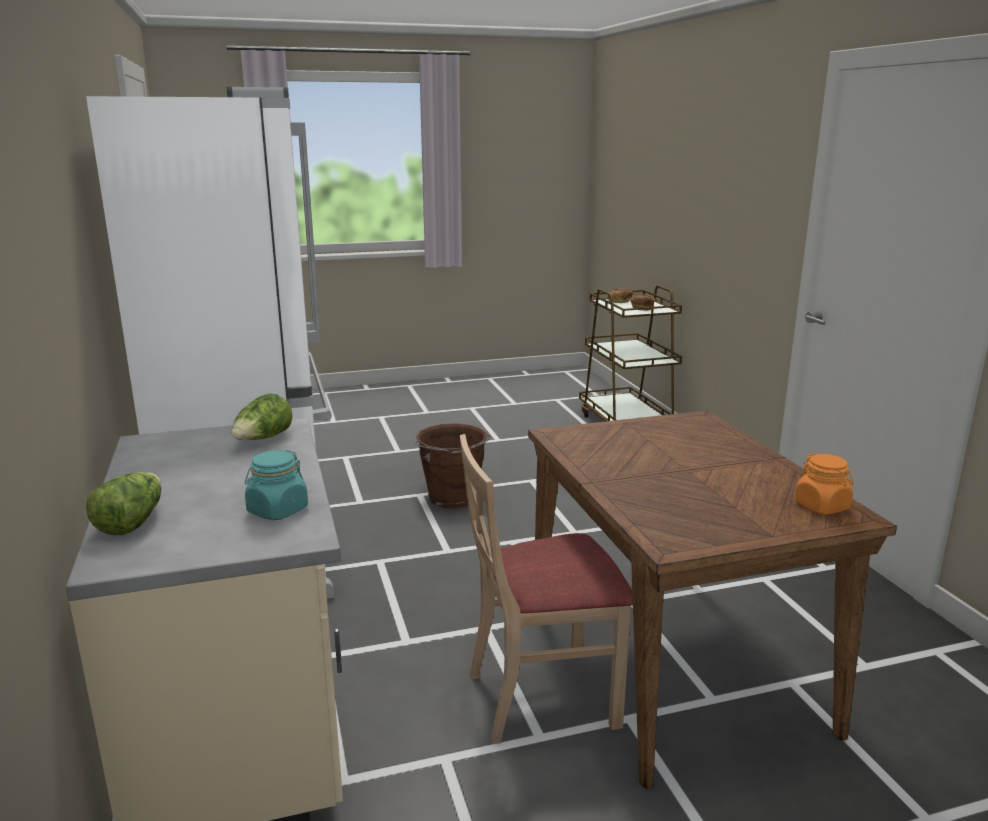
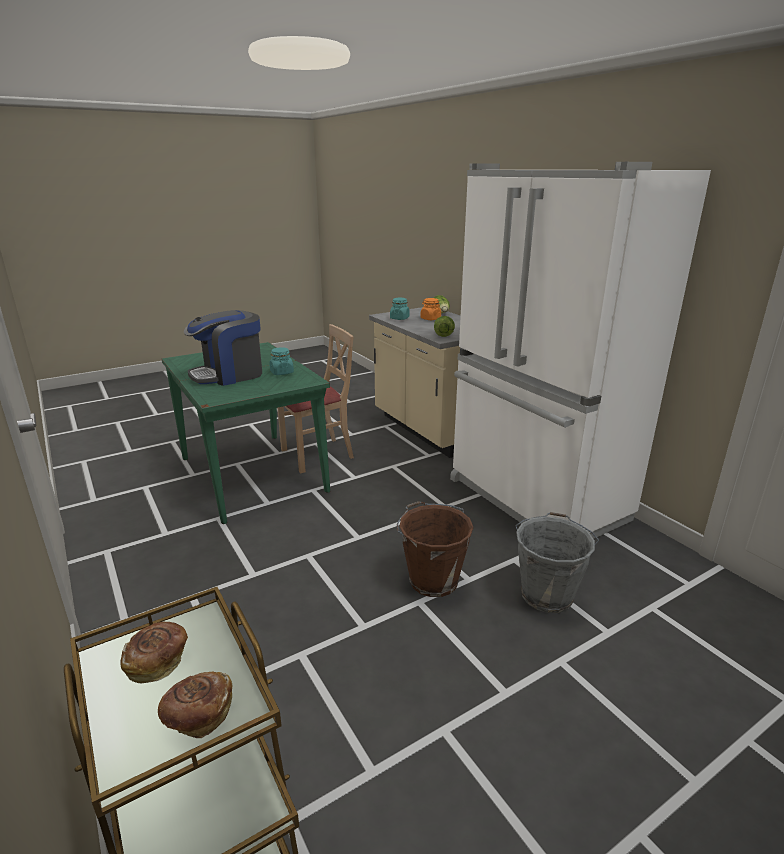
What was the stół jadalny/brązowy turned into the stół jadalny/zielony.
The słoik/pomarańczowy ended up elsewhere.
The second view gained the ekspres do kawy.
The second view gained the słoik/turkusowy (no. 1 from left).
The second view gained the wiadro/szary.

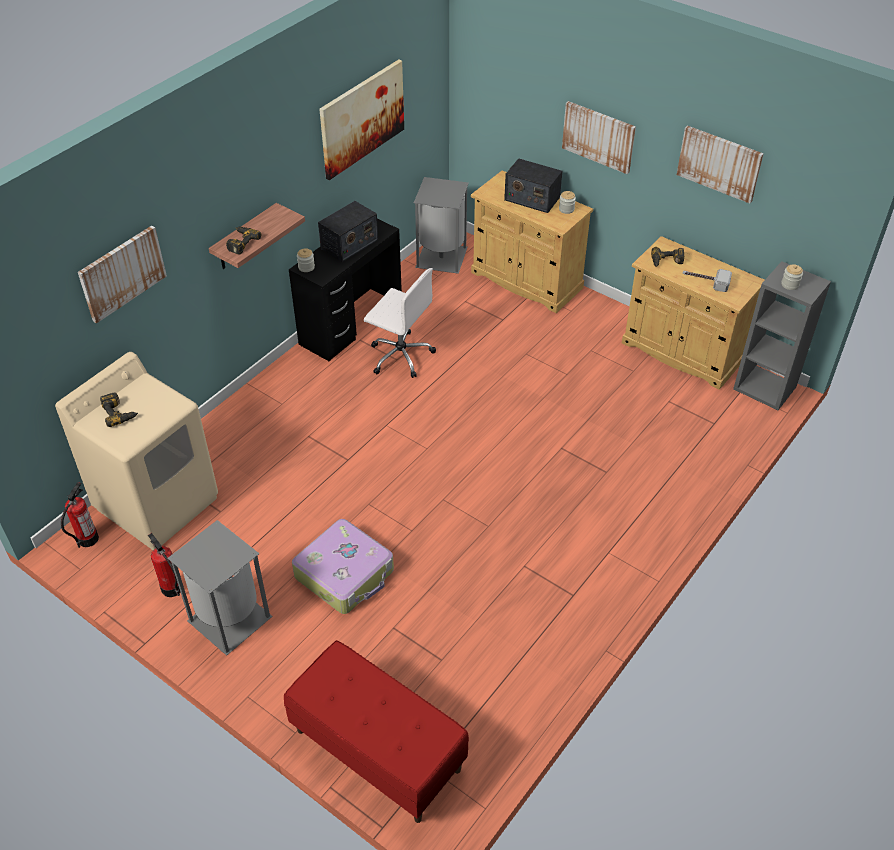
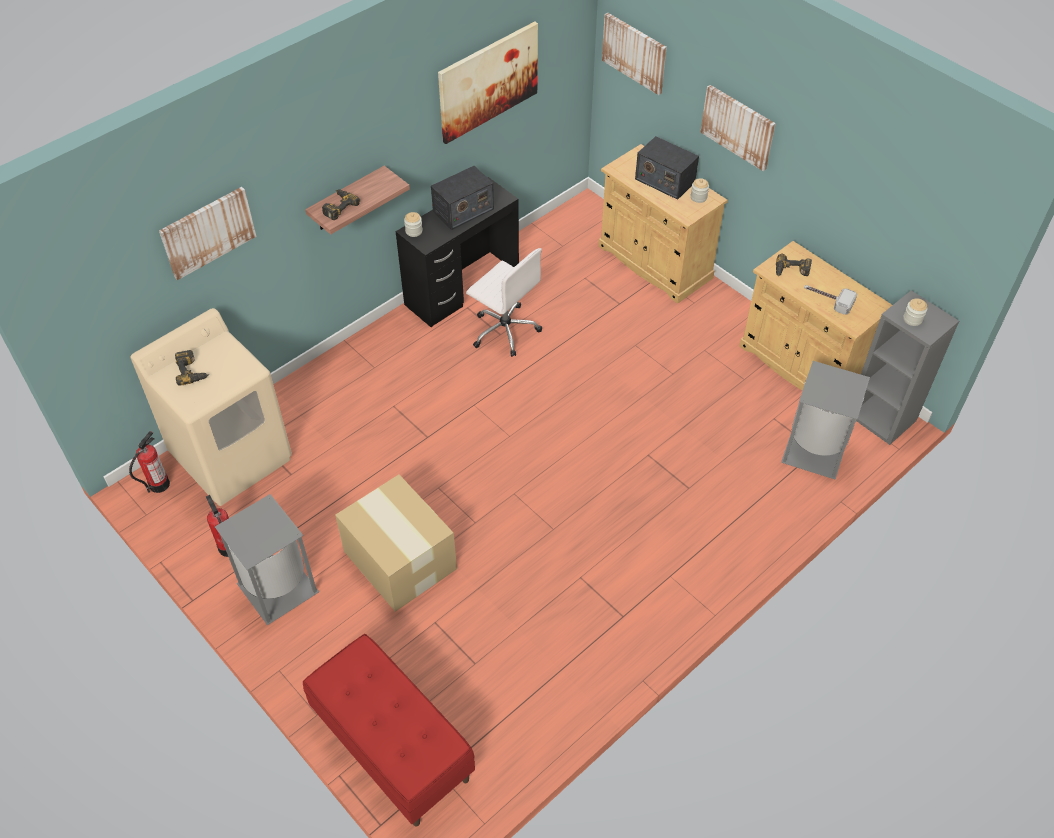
Where the walizka stood, the karton came to stand.
The kosz na śmieci/szary (no. 2 from left) ended up elsewhere.
The obraz (no. 4 from left in the first image) ended up elsewhere.

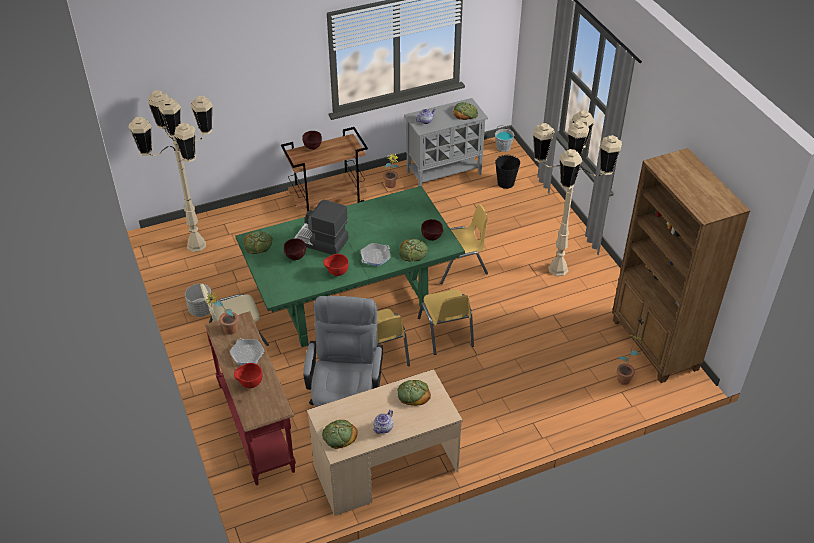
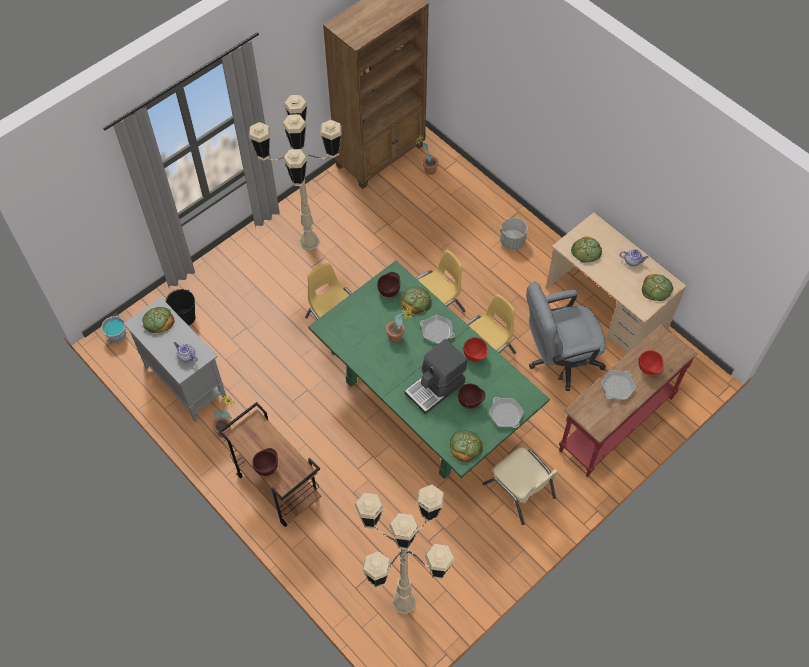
The donica/szary ended up elsewhere.
The roślina doniczkowa (no. 1 from left in the first image) ended up elsewhere.
The ekspres do kawy ended up facing another way, 45 degrees clockwise from before.
The second view gained the patelnia (no. 2 from left).

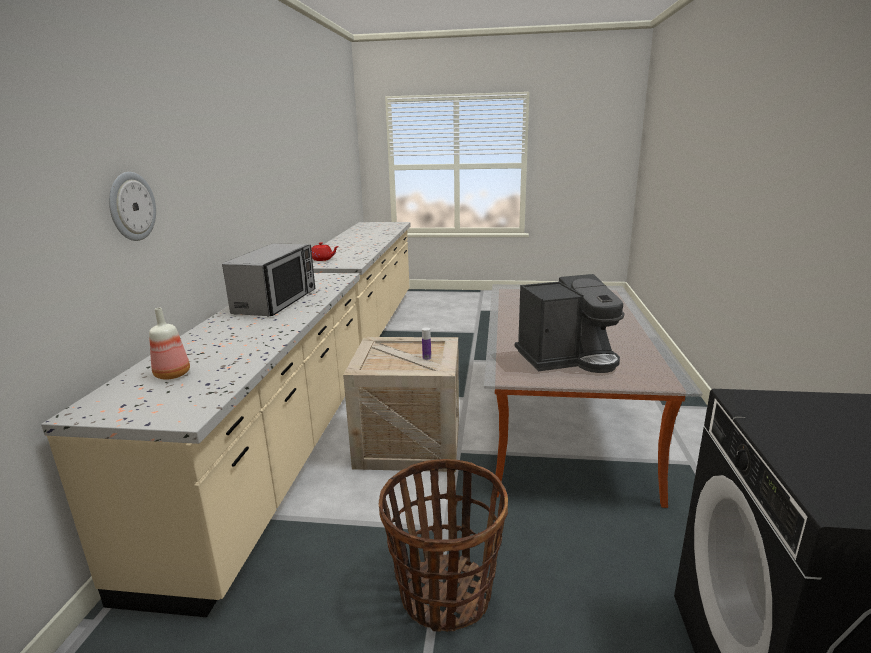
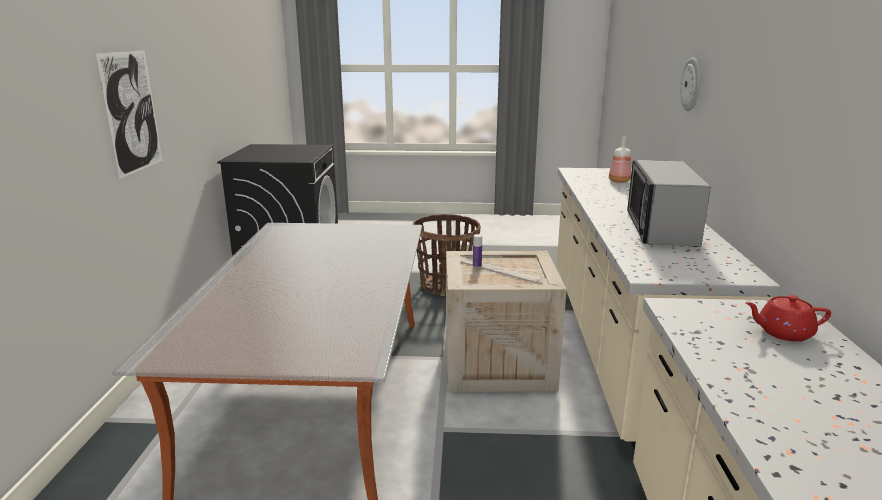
The second view lost the ekspres do kawy.
The second view gained the obraz.

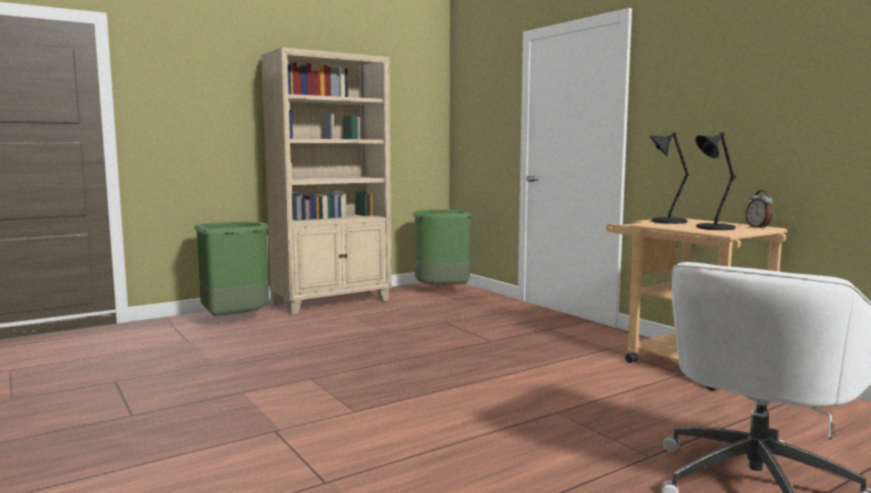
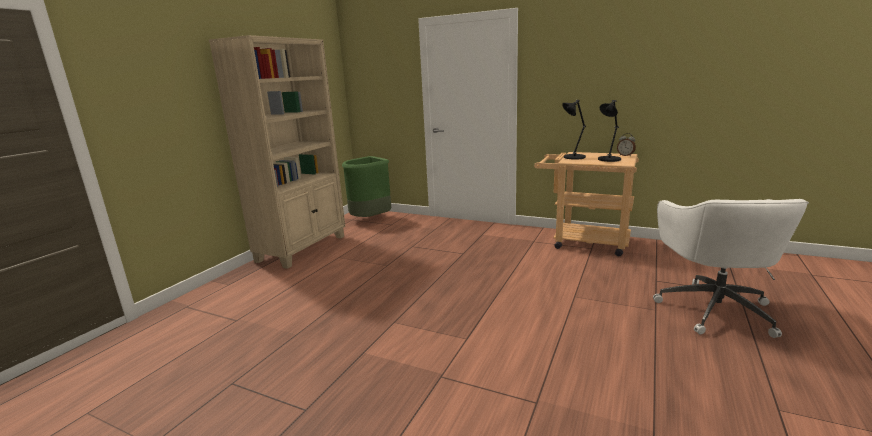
The second view lost the kosz na śmieci/zielony (no. 1 from left).

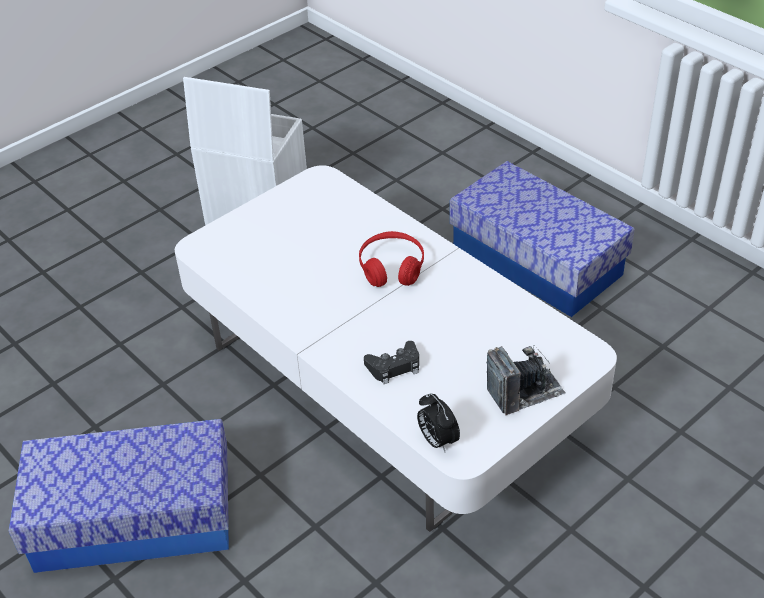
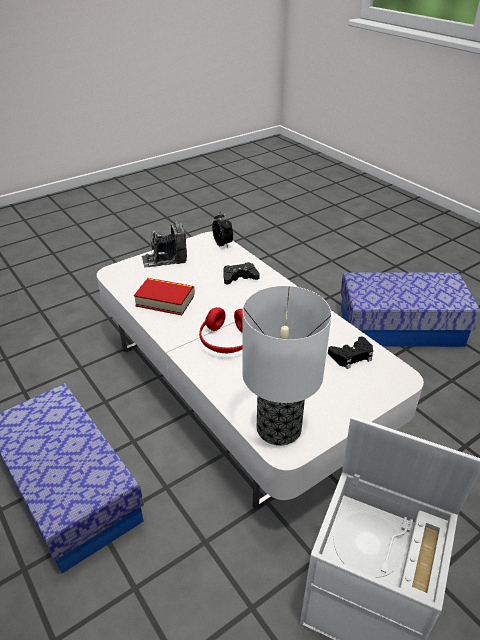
The second view gained the książka.
The second view gained the lampa stołowa.
The second view gained the pad do gier/czarny (no. 2 from left).

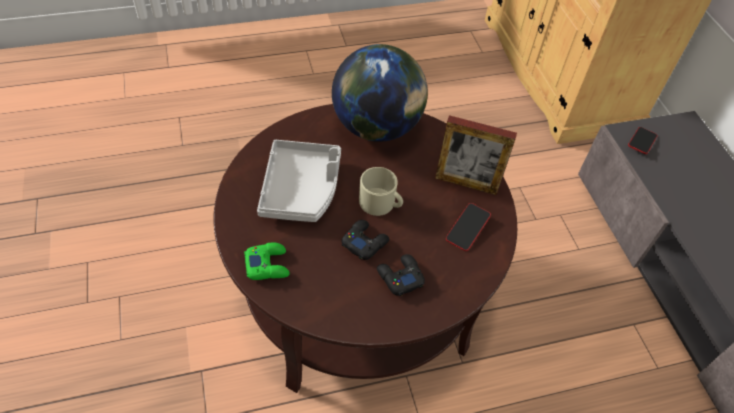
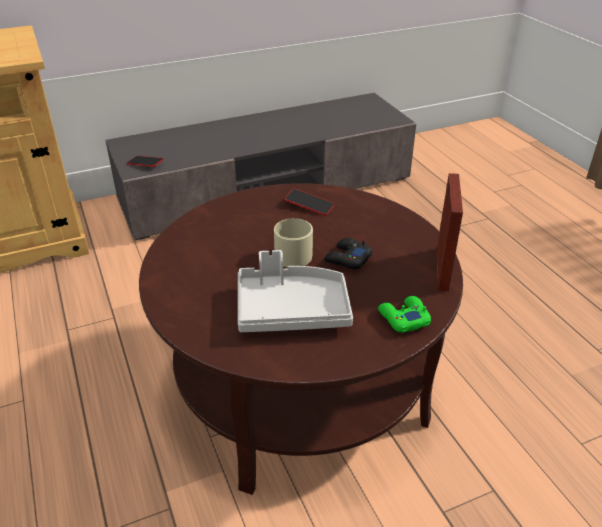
The second view lost the globus.
The second view lost the pad do gier/czarny (no. 2 from left).
The ramka na zdjęcie ended up elsewhere.

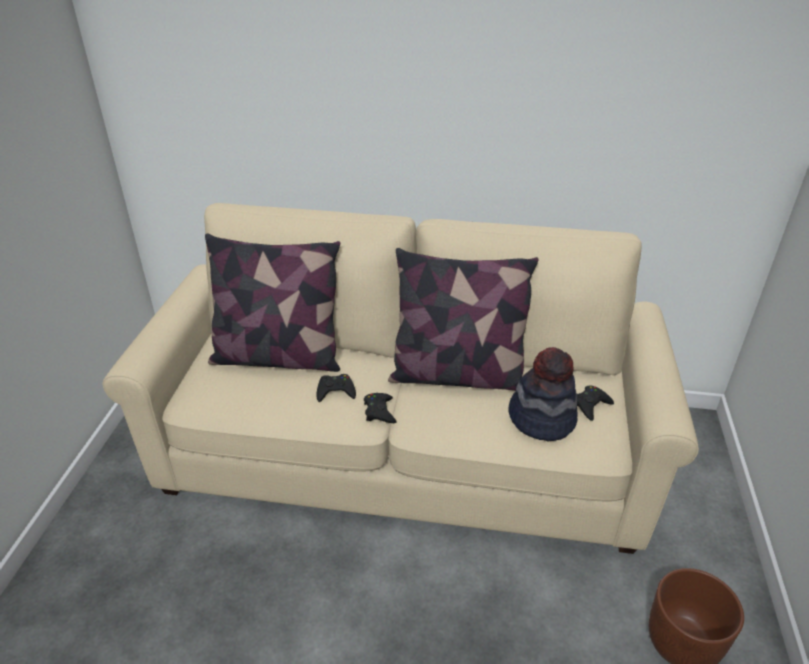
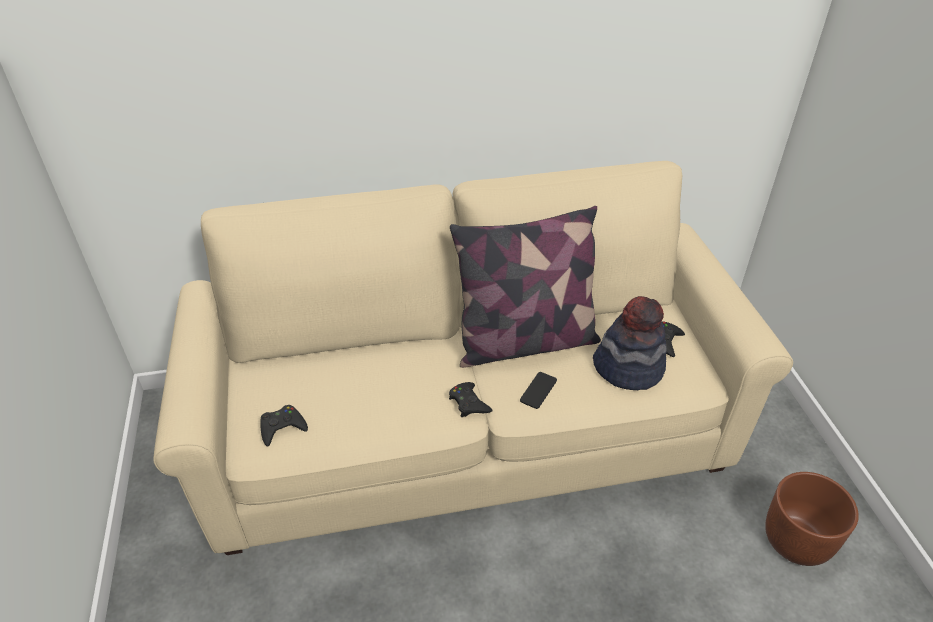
The second view lost the poduszka (no. 1 from left).
The pad do gier/czarny (no. 1 from left) ended up elsewhere.
The second view gained the telefon.

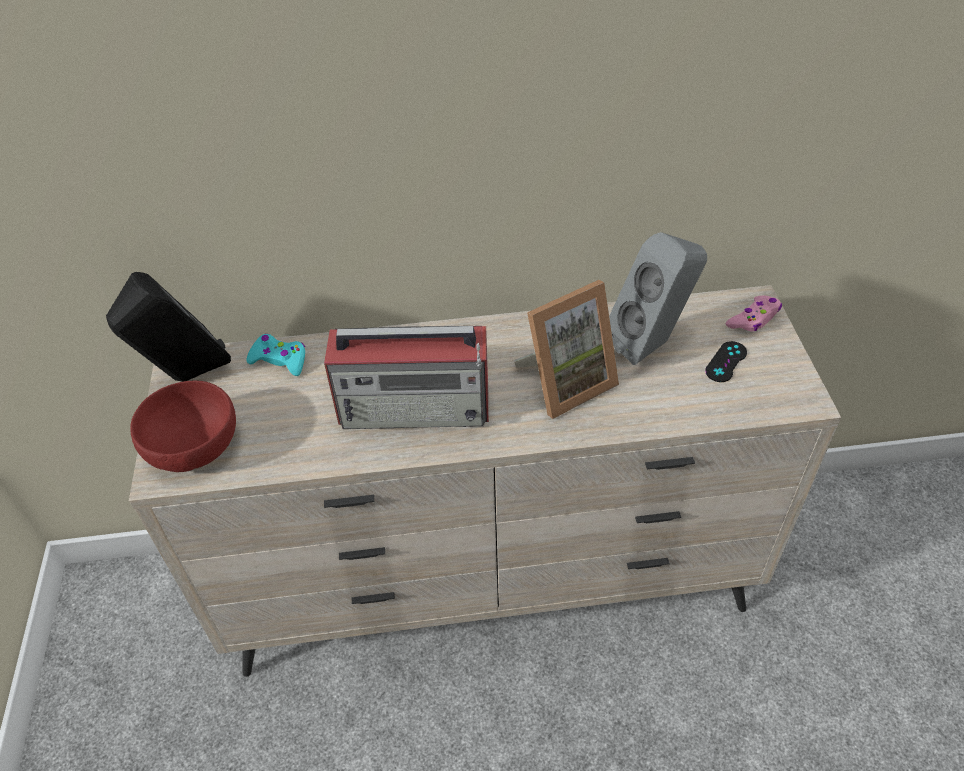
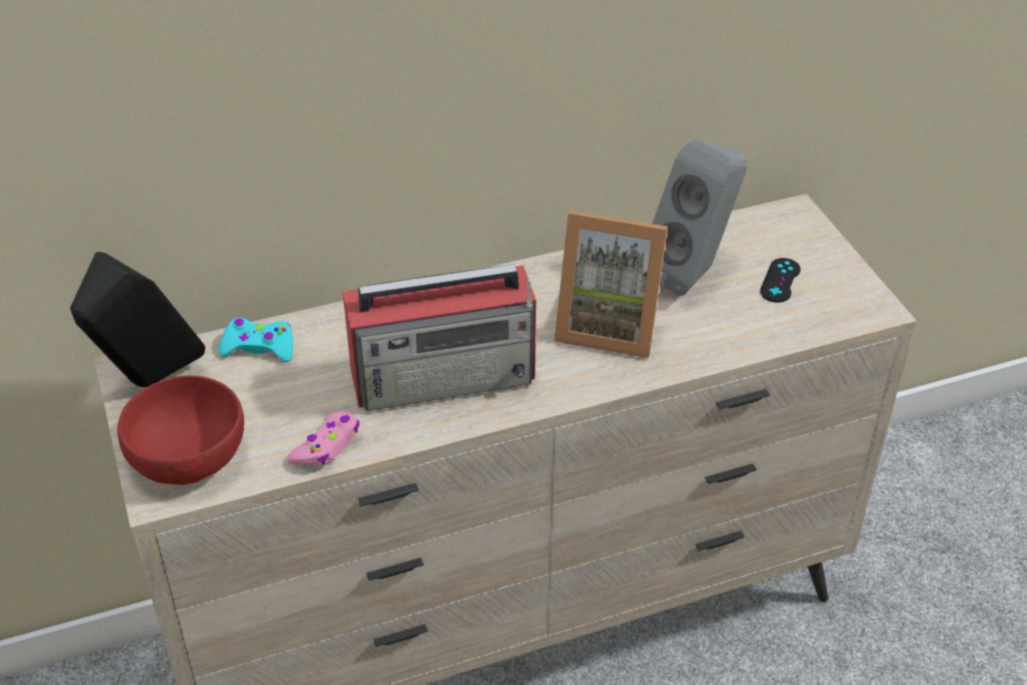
The ramka na zdjęcie ended up facing another way, 60 degrees clockwise from before.
The pad do gier/różowy ended up elsewhere.

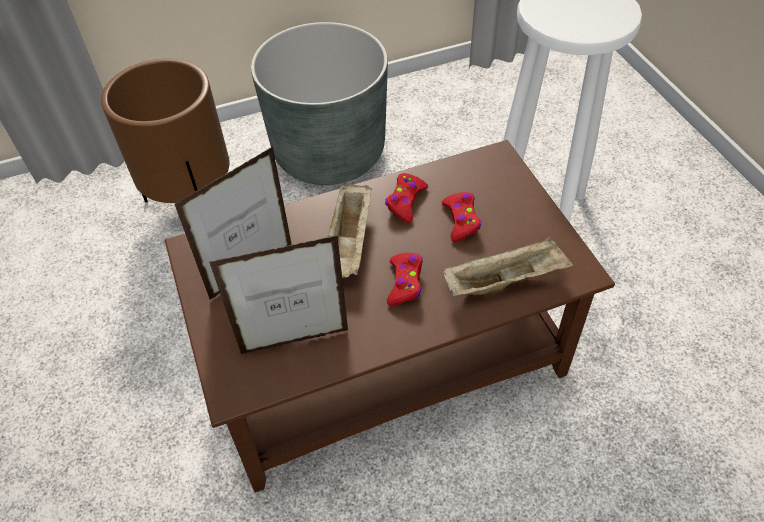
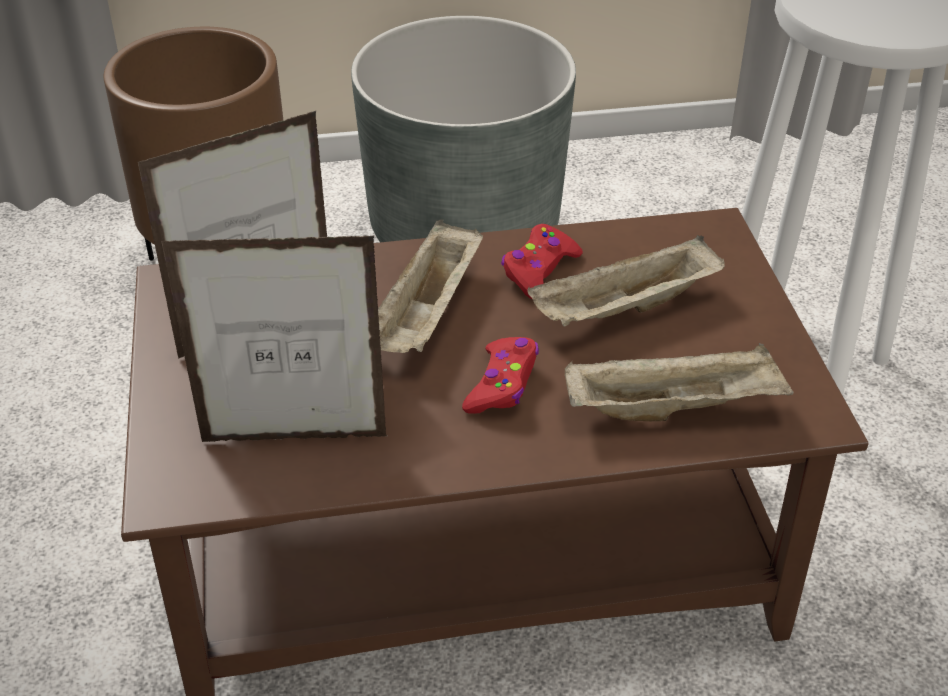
Where the pad do gier/czerwony (no. 3 from left) stood, the taca/beżowy (no. 2 from left) came to stand.

